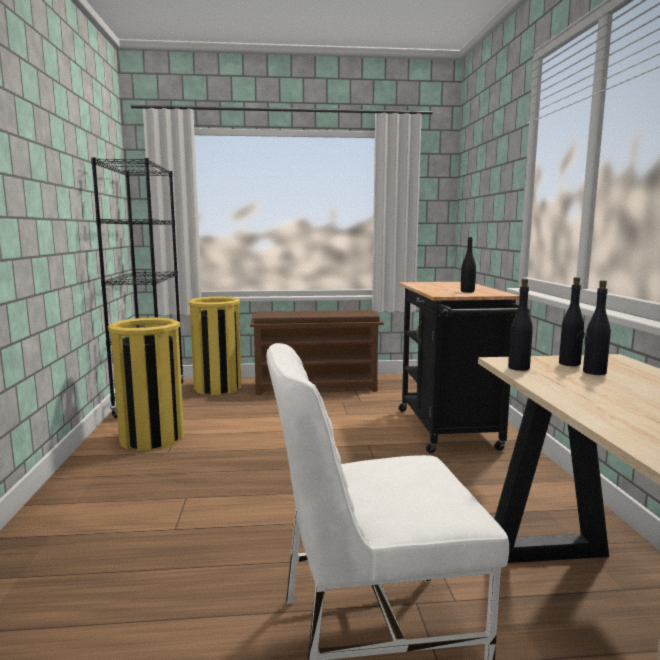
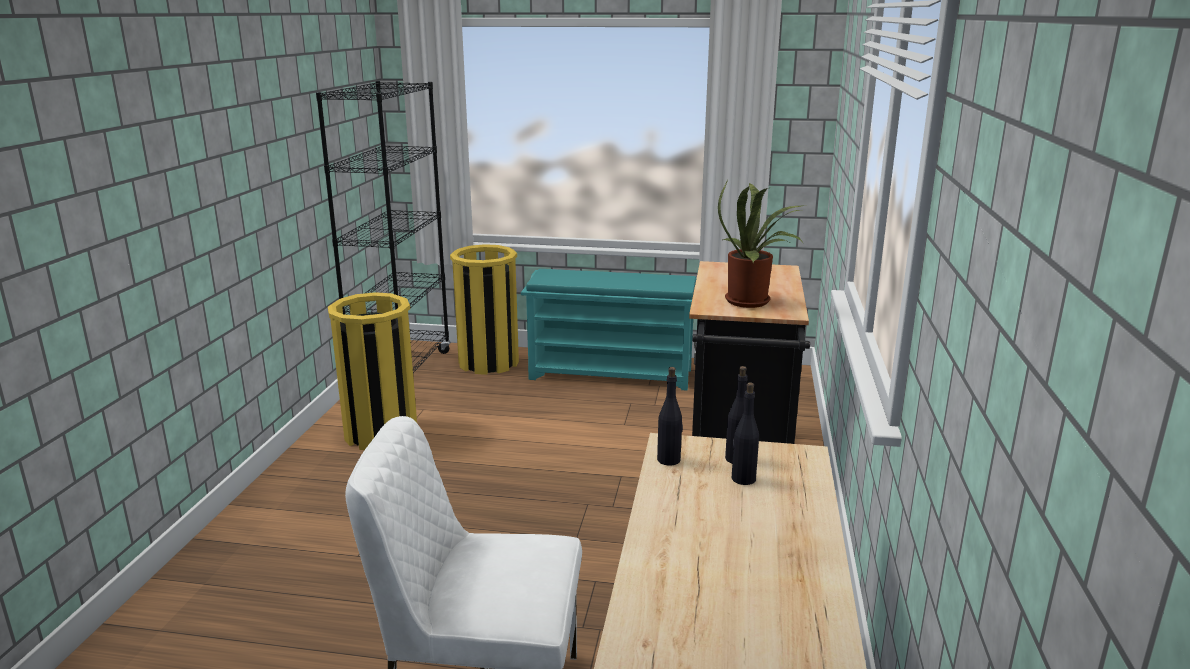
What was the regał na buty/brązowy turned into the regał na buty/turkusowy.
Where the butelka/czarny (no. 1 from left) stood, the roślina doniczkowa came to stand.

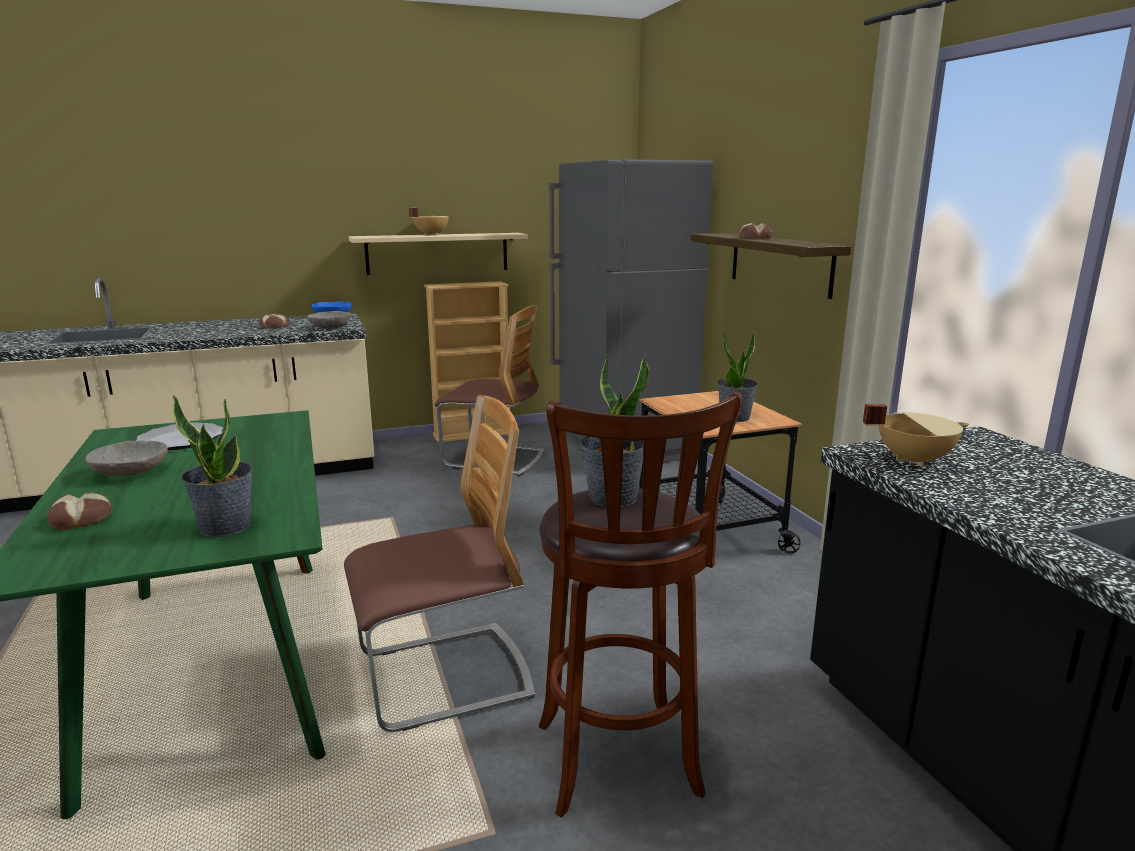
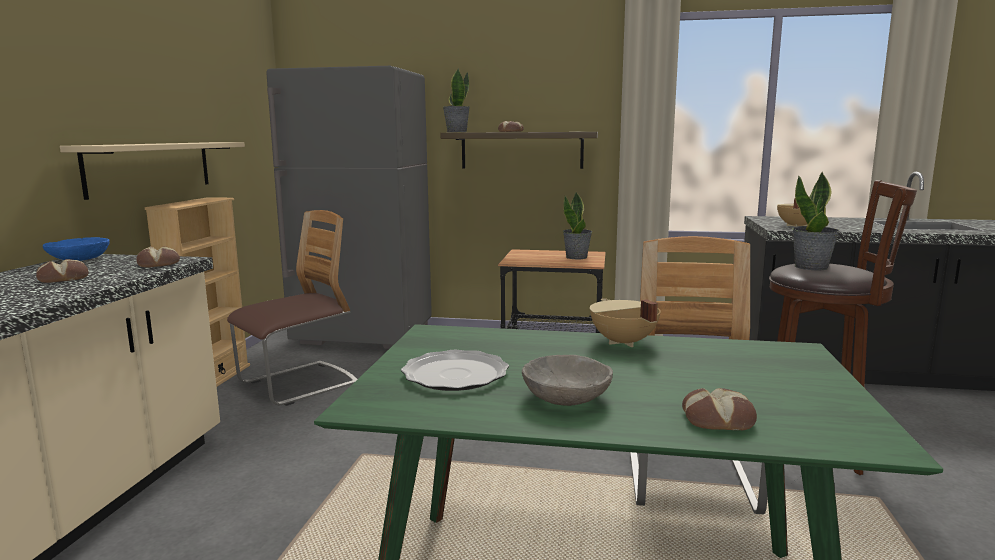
The roślina doniczkowa (no. 1 from left) ended up elsewhere.
Where the miska/szary (no. 2 from left) stood, the chleb (no. 2 from left) came to stand.
The garnek/beżowy (no. 1 from left) ended up elsewhere.

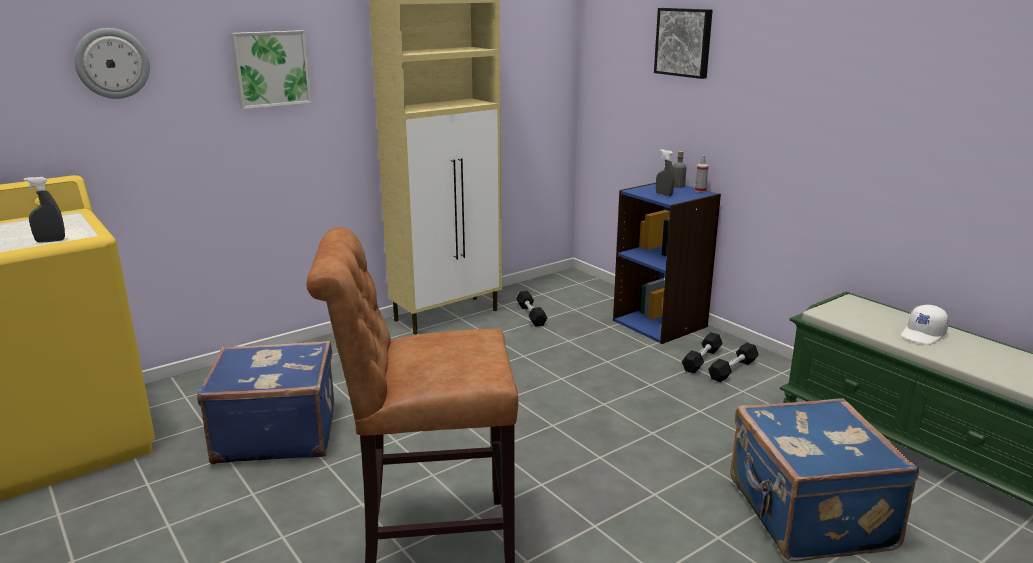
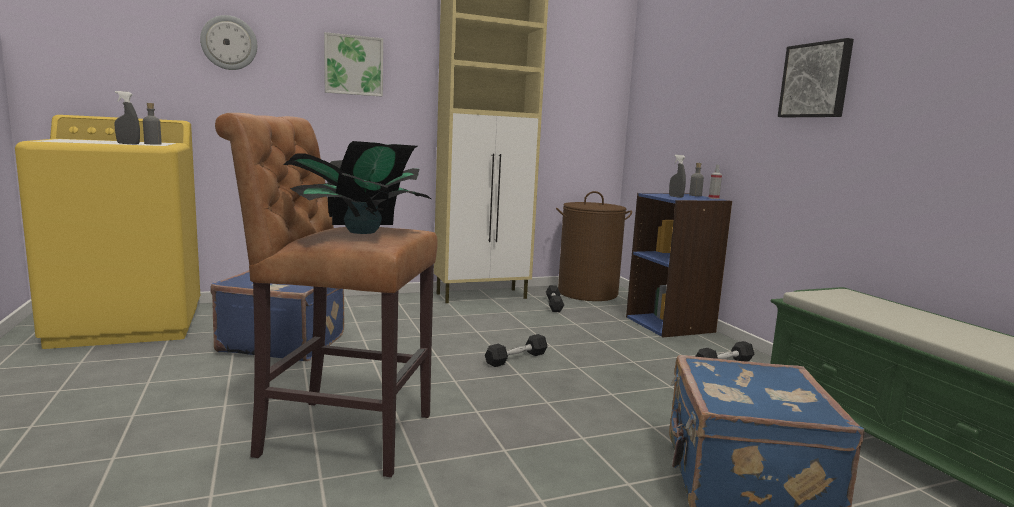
The obraz (no. 2 from left) ended up elsewhere.
The hantel/czarny (no. 2 from left in the first image) ended up elsewhere.
The second view lost the czapka z daszkiem/biały.
The second view gained the butelka/szary (no. 1 from left).
The second view gained the roślina doniczkowa.
The second view gained the kosz na pranie/brązowy.

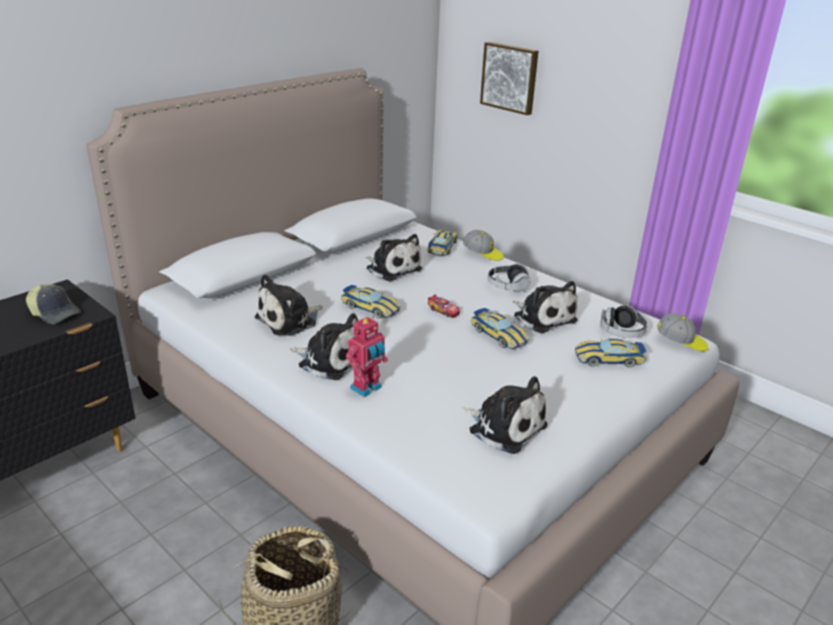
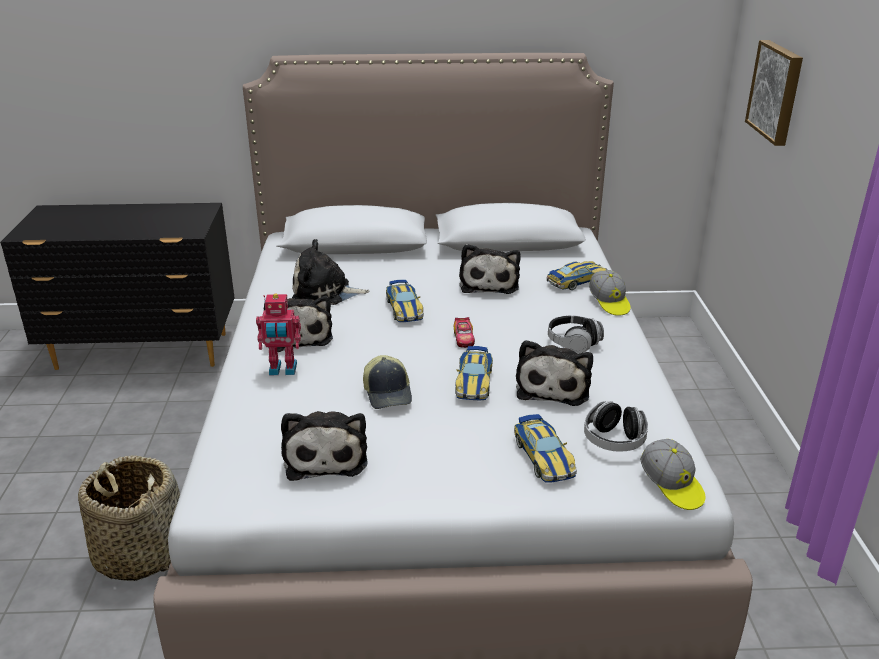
The czapka z daszkiem (no. 1 from left) ended up elsewhere.
The samochodzik (no. 5 from left in the first image) ended up facing another way, 150 degrees counterclockwise from before.

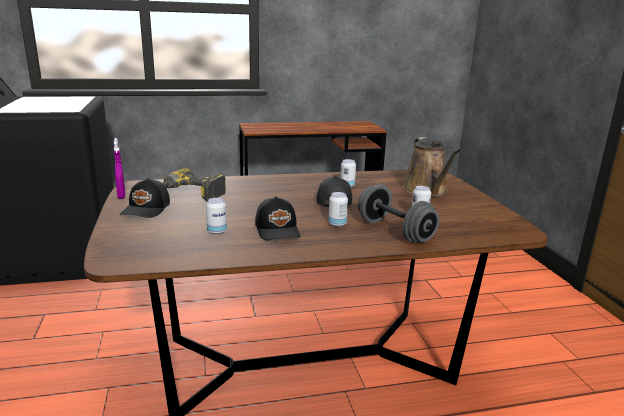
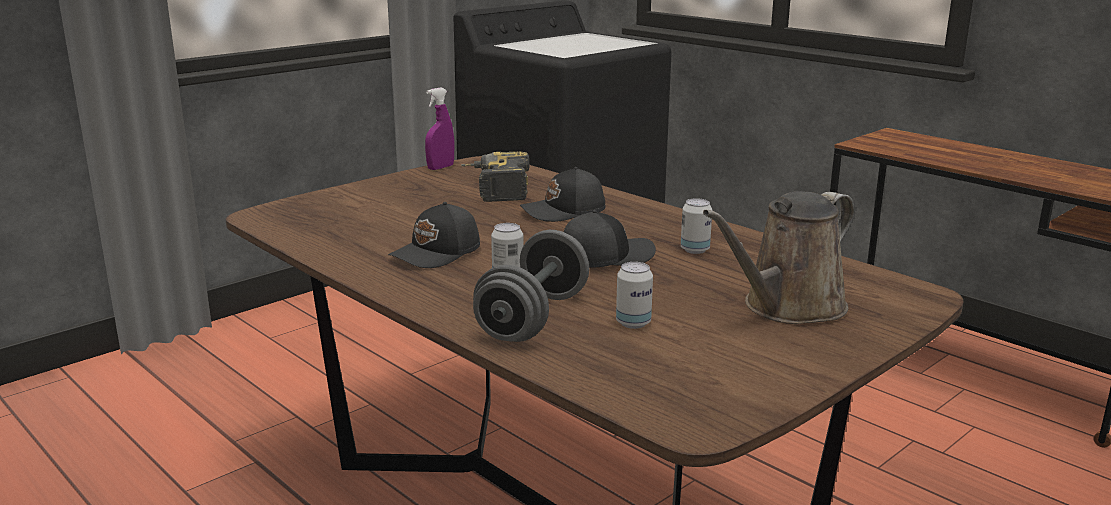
The czapka z daszkiem/czarny (no. 1 from left in the first image) ended up elsewhere.
The second view lost the puszka (no. 1 from left).

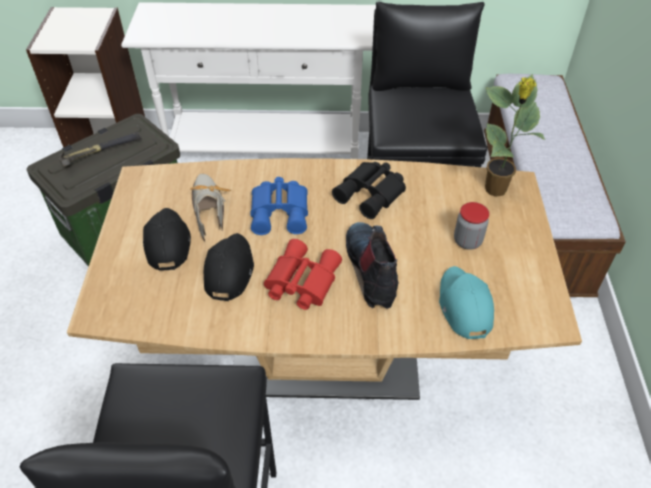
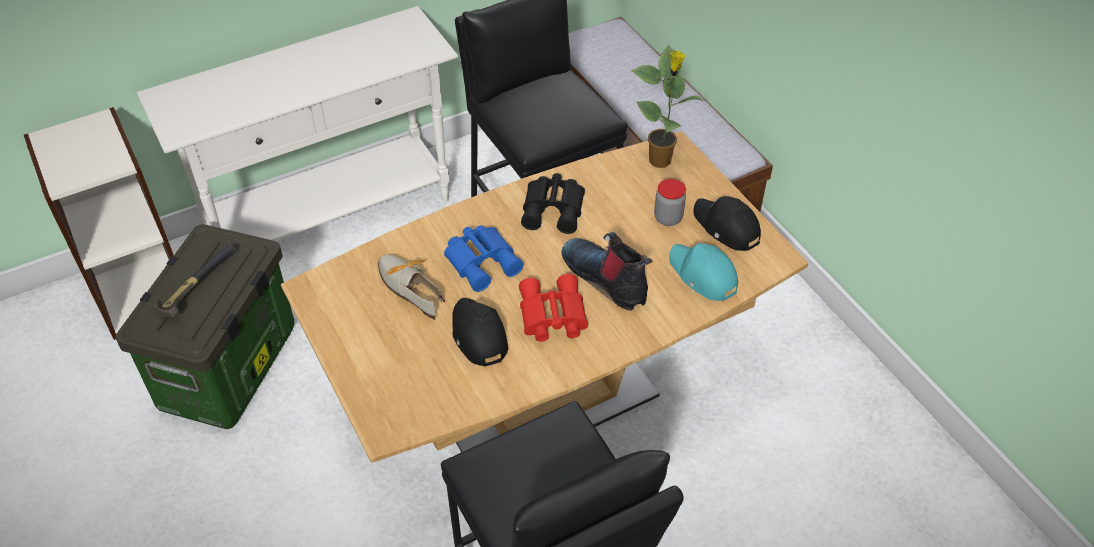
The czapka z daszkiem/czarny (no. 1 from left in the first image) ended up elsewhere.

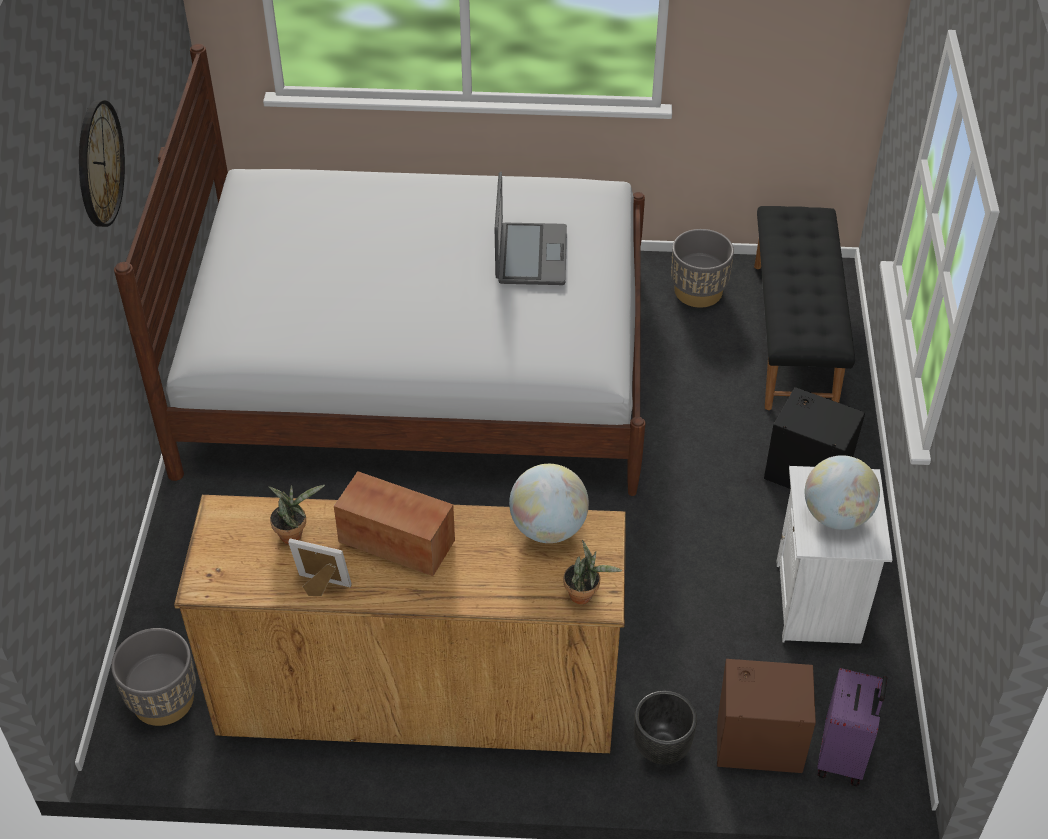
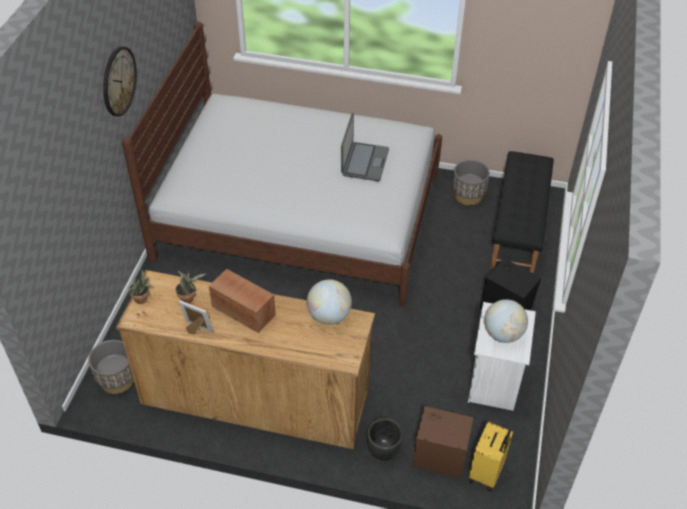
The roślina doniczkowa (no. 2 from left in the first image) ended up elsewhere.
What was the walizka/fioletowy turned into the walizka/żółty.

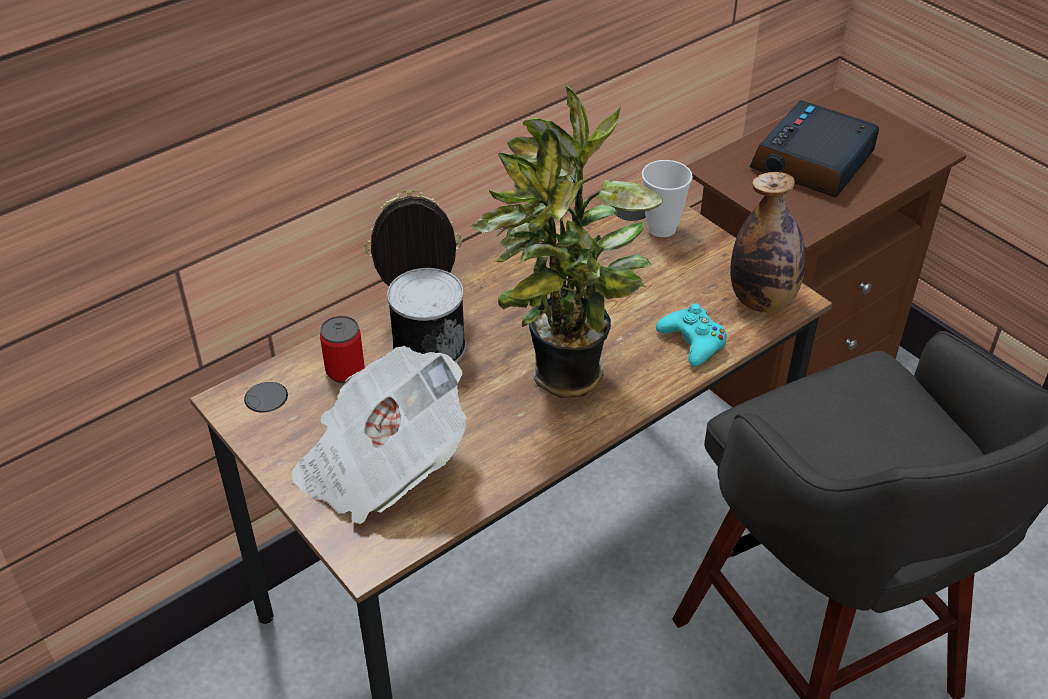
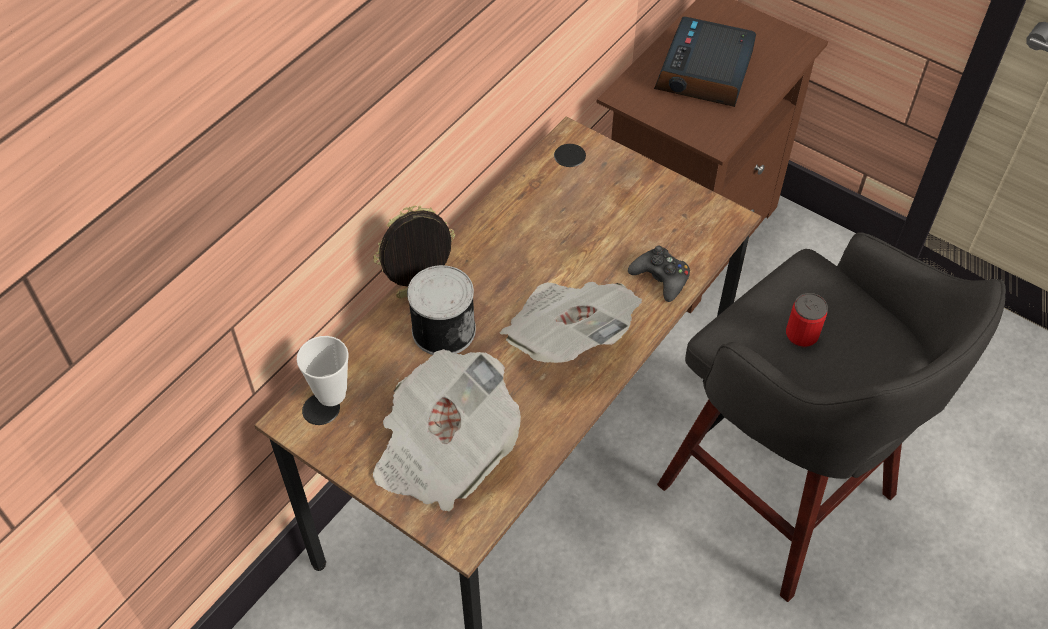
The puszka (no. 1 from left in the first image) ended up elsewhere.
Where the roślina doniczkowa stood, the gazeta (no. 2 from left) came to stand.
The filiżanka ended up elsewhere.
What was the pad do gier/turkusowy turned into the pad do gier/czarny.
The second view lost the butelka.

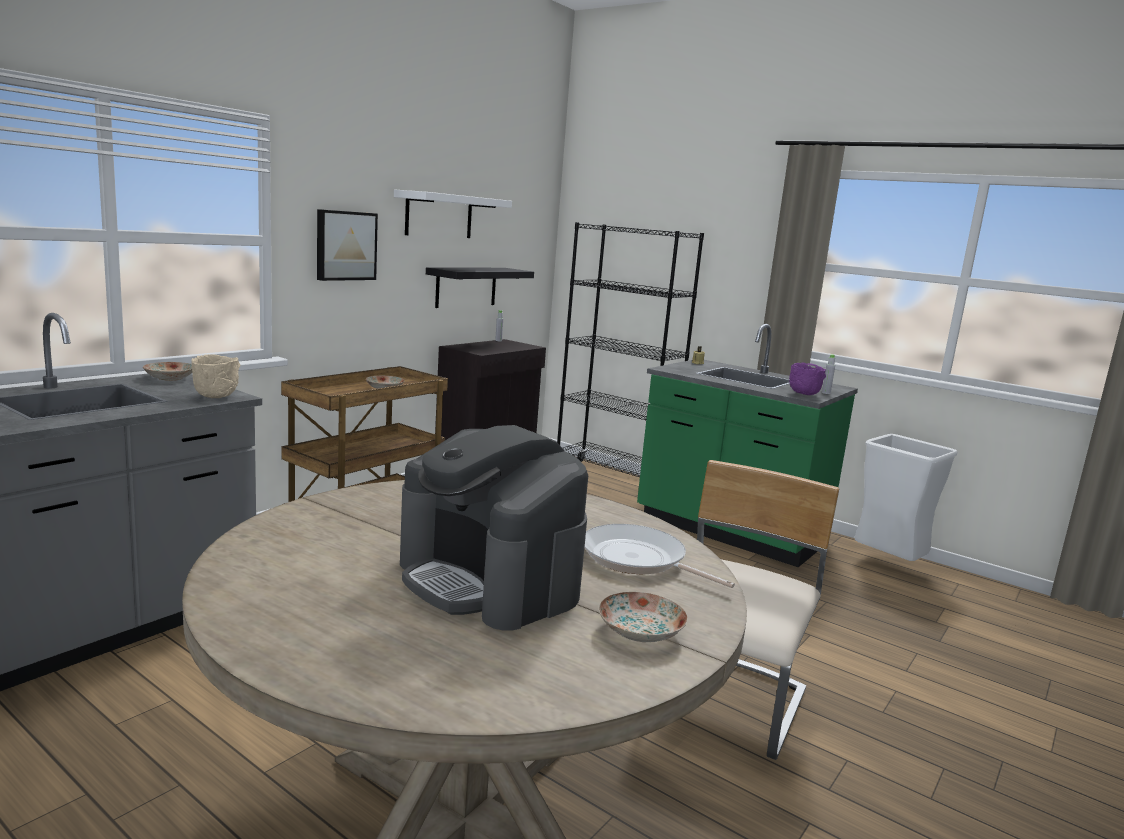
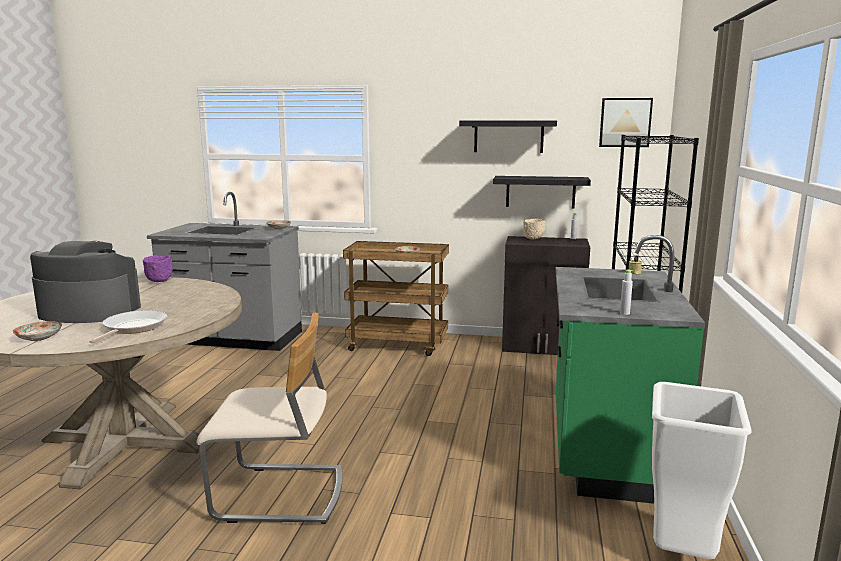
The miska/beżowy ended up elsewhere.
The obraz ended up elsewhere.
What was the półka/biały turned into the półka/czarny (no. 1 from left).
The ekspres do kawy ended up facing another way, 75 degrees clockwise from before.
The miska/fioletowy ended up elsewhere.

